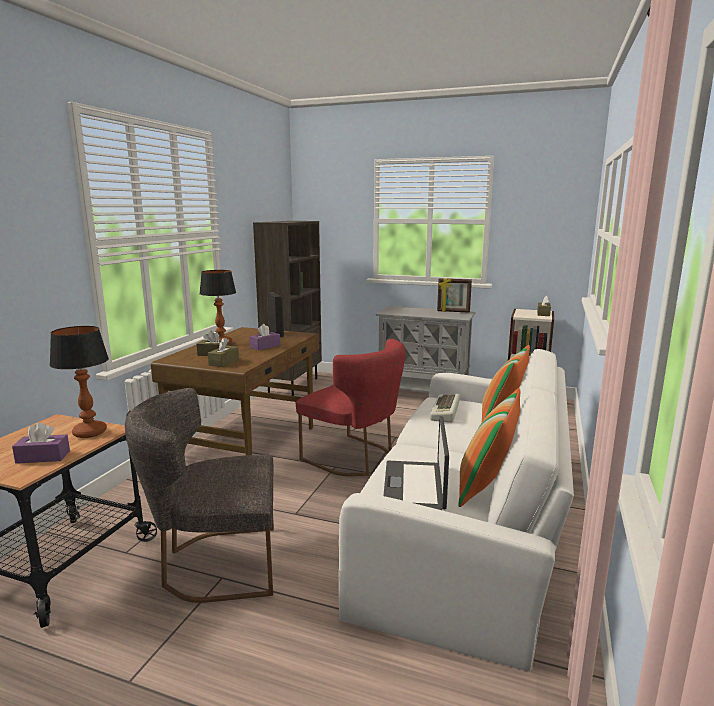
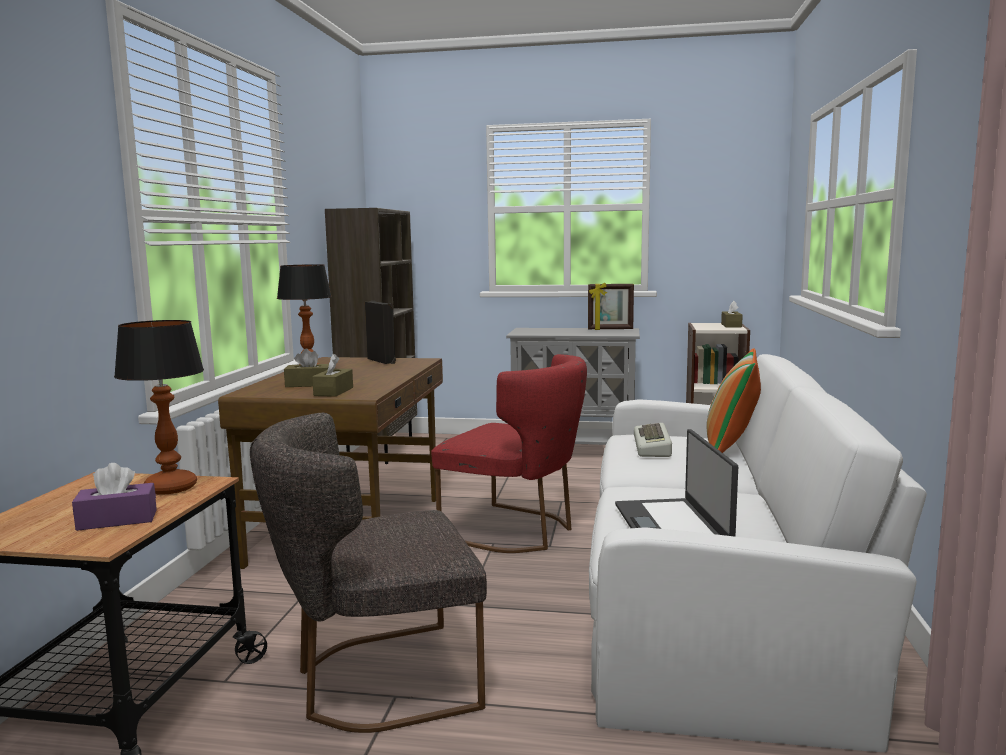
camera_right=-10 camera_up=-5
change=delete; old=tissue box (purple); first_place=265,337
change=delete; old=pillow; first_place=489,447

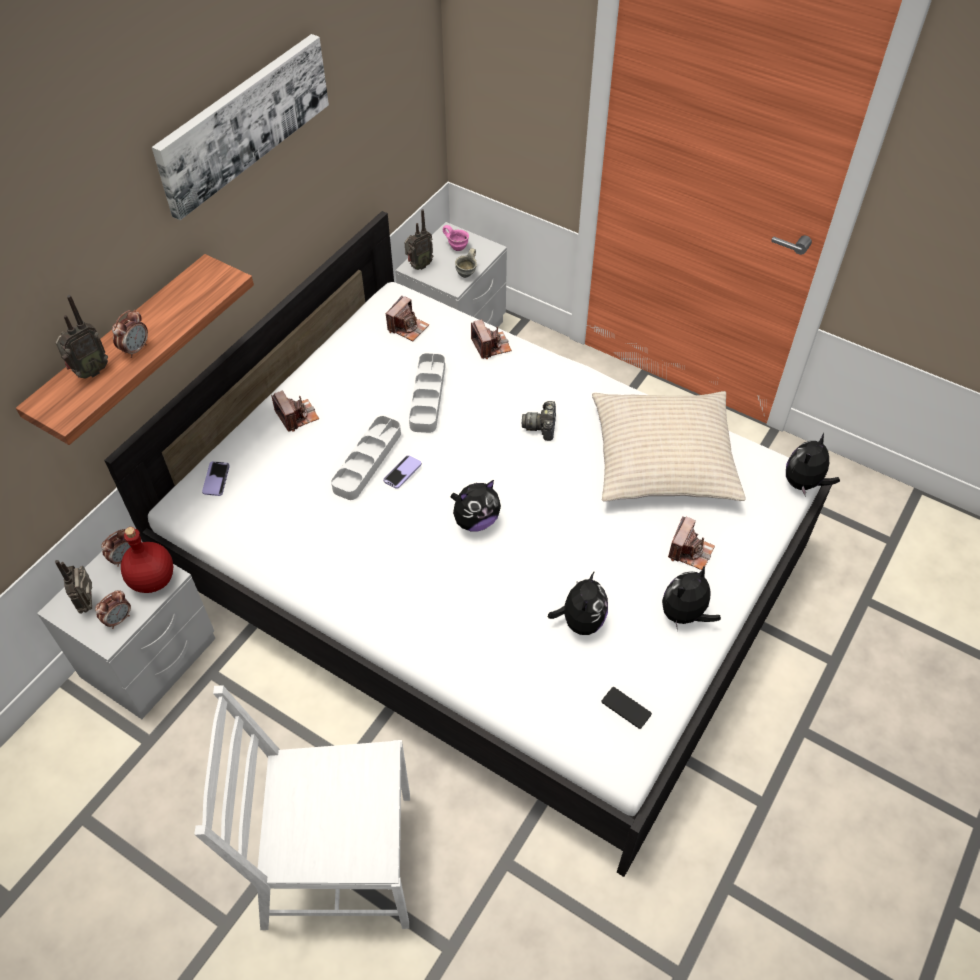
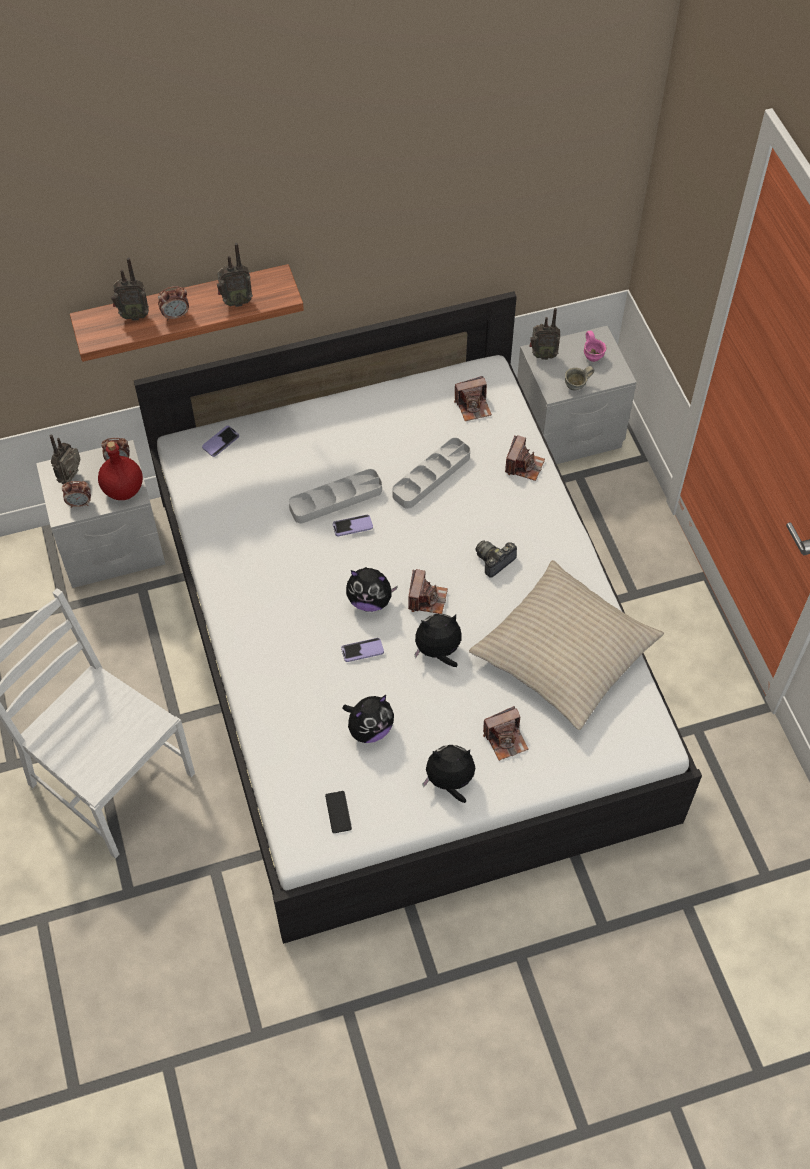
camera_right=40 camera_up=5
change=delete; old=picture; first_place=240,127
change=insert; new=radio; second_place=235,275
change=insert; new=phone; second_place=362,650
change=move; old=photo camera; first_place=295,411; second_place=428,591
change=move; old=plush toy; first_place=813,464; second_place=438,640

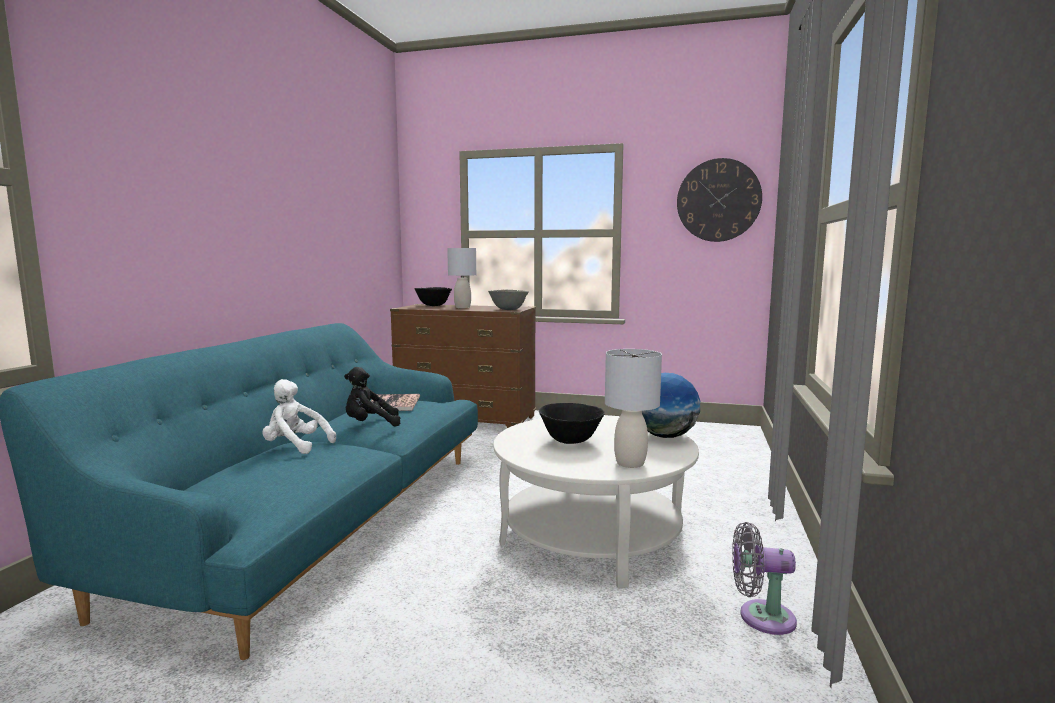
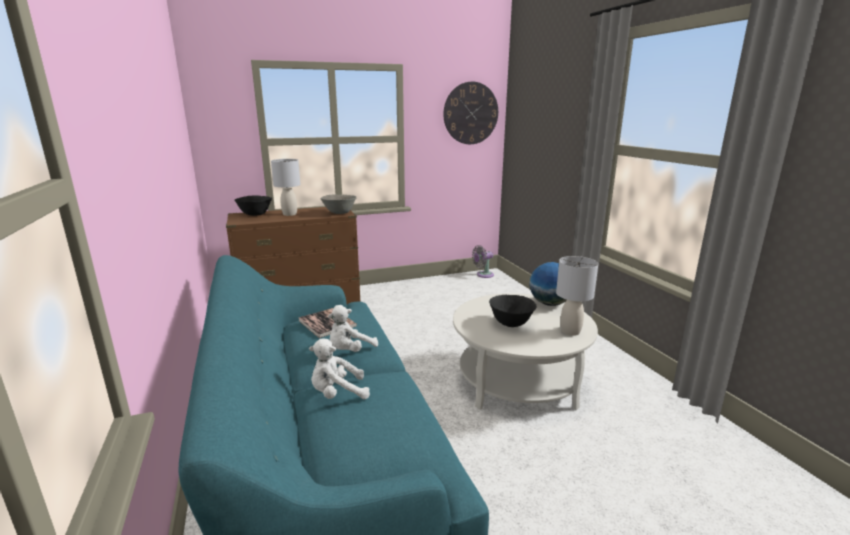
camera_right=-35 camera_up=10
change=move; old=fan (grey); first_place=764,578; second_place=483,261
change=recolor; old=plush toy (black); new=plush toy (white); first_place=372,397; second_place=353,328

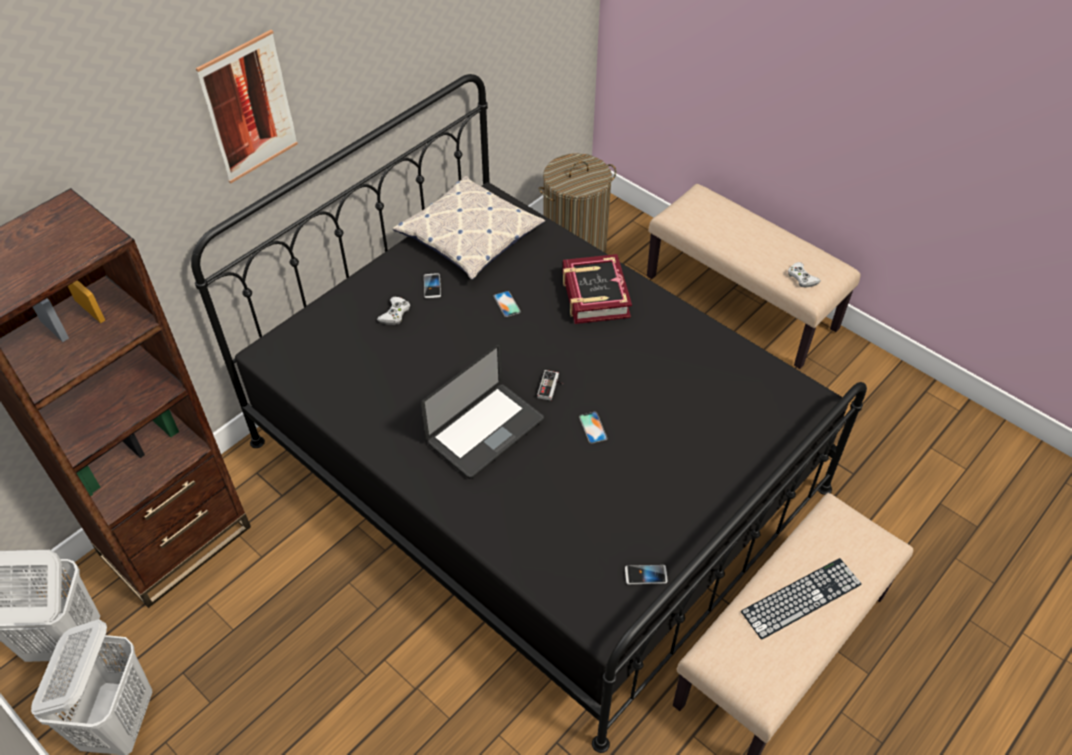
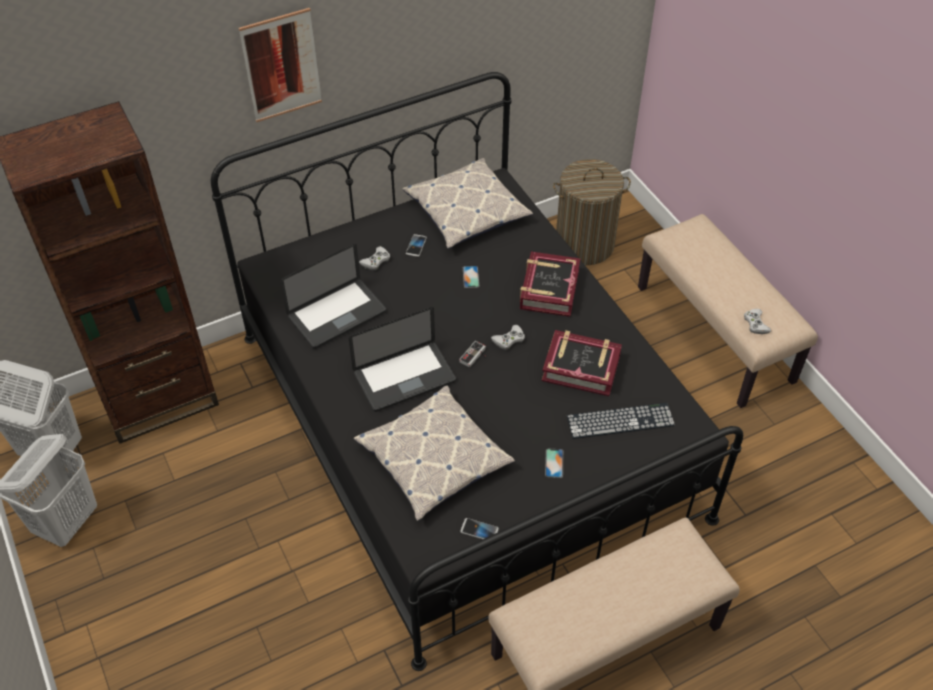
camera_right=20 camera_up=0
change=insert; new=laptop; second_place=333,296
change=insert; new=pillow; second_place=434,453
change=insert; new=game controller (white); second_place=508,337
change=insert; new=book; second_place=582,363
change=move; old=phone; first_place=593,428; second_place=554,463
change=move; old=keyboard; first_place=801,599; second_place=621,421

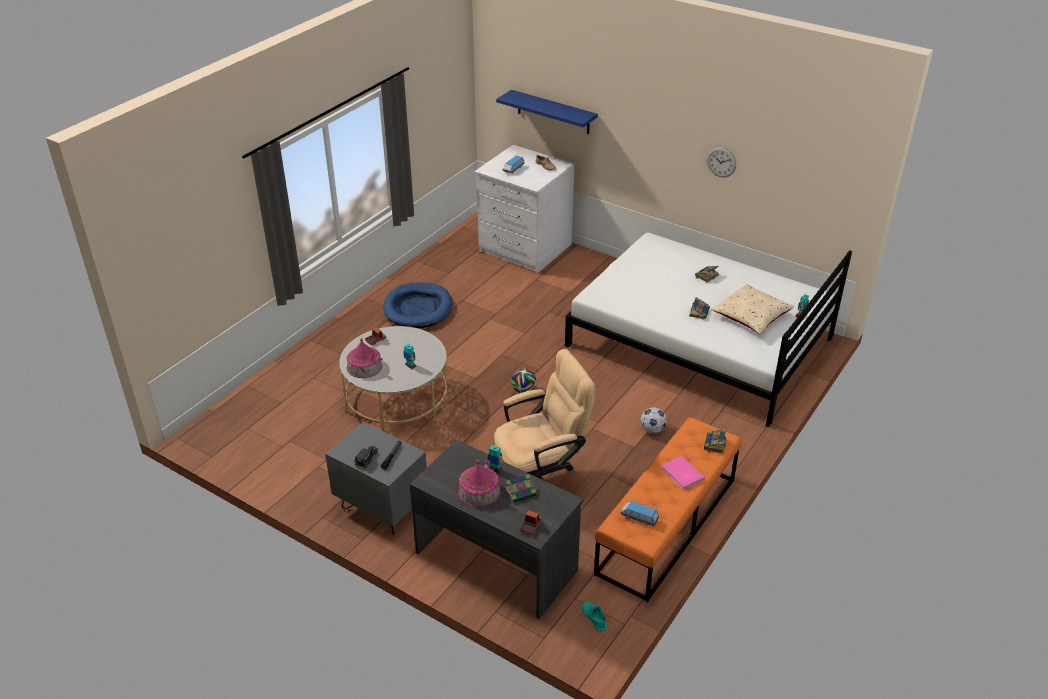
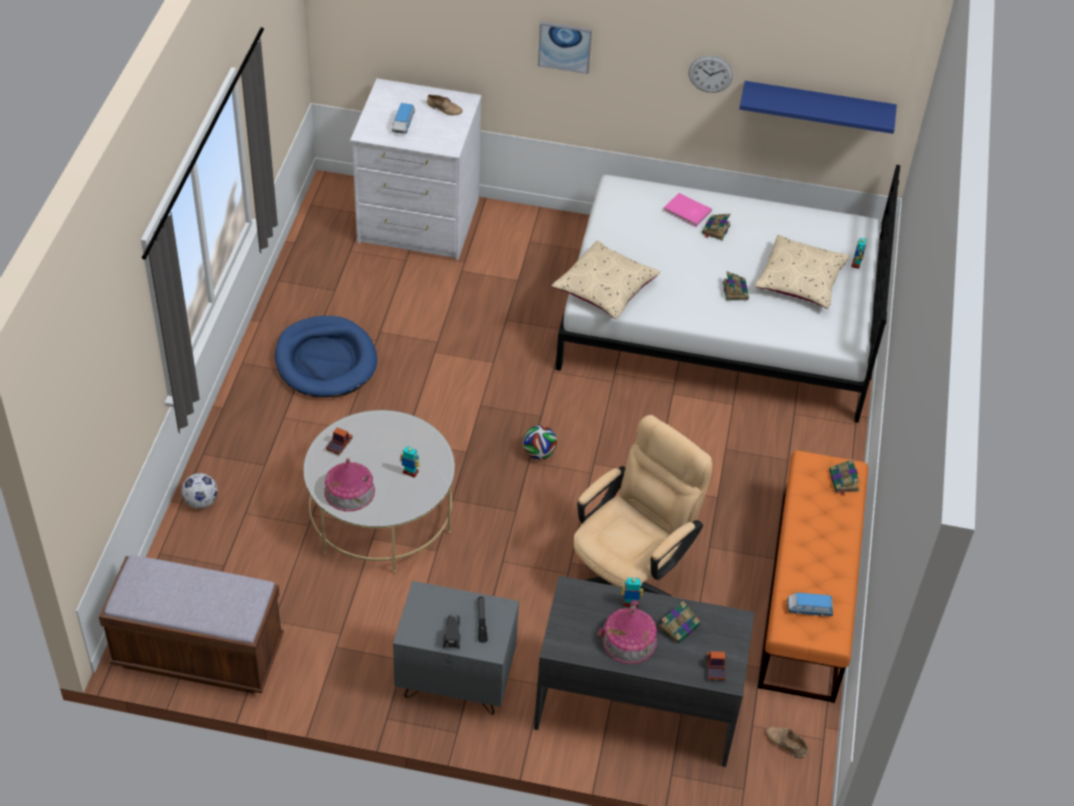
camera_right=-25 camera_up=10
change=insert; new=bench (brown); second_place=191,624
change=insert; new=picture; second_place=565,48
change=insert; new=pillow (beige); second_place=606,279
change=move; old=shelf (blue); first_place=547,112; second_place=818,107
change=move; old=football; first_place=653,420; second_place=199,491
change=move; old=book (pink); first_place=683,473; second_place=687,210
change=recolor; old=shoe (turquoise); new=shoe (beige); first_place=594,616; second_place=787,742

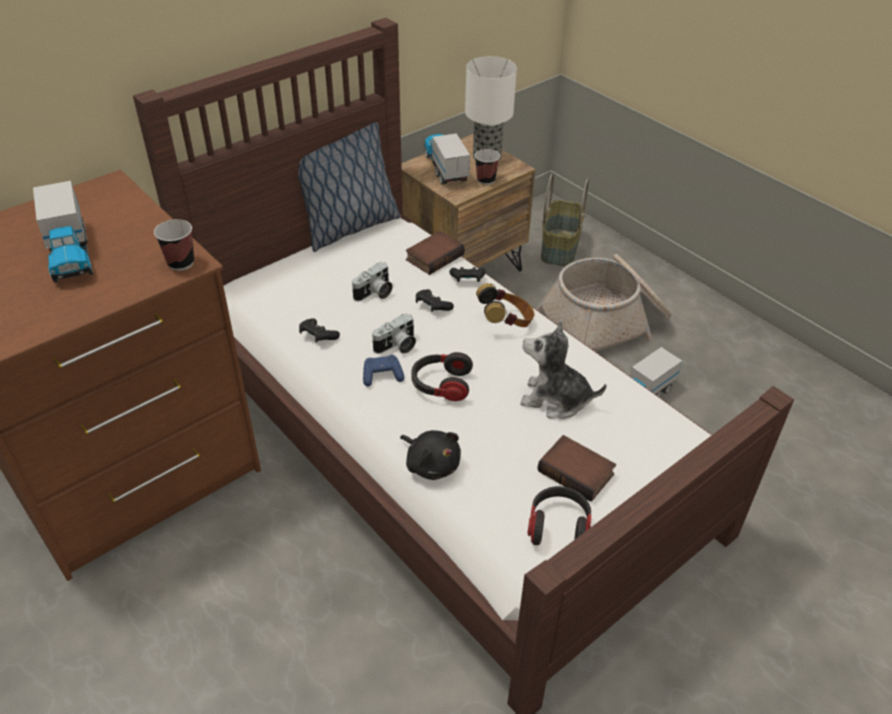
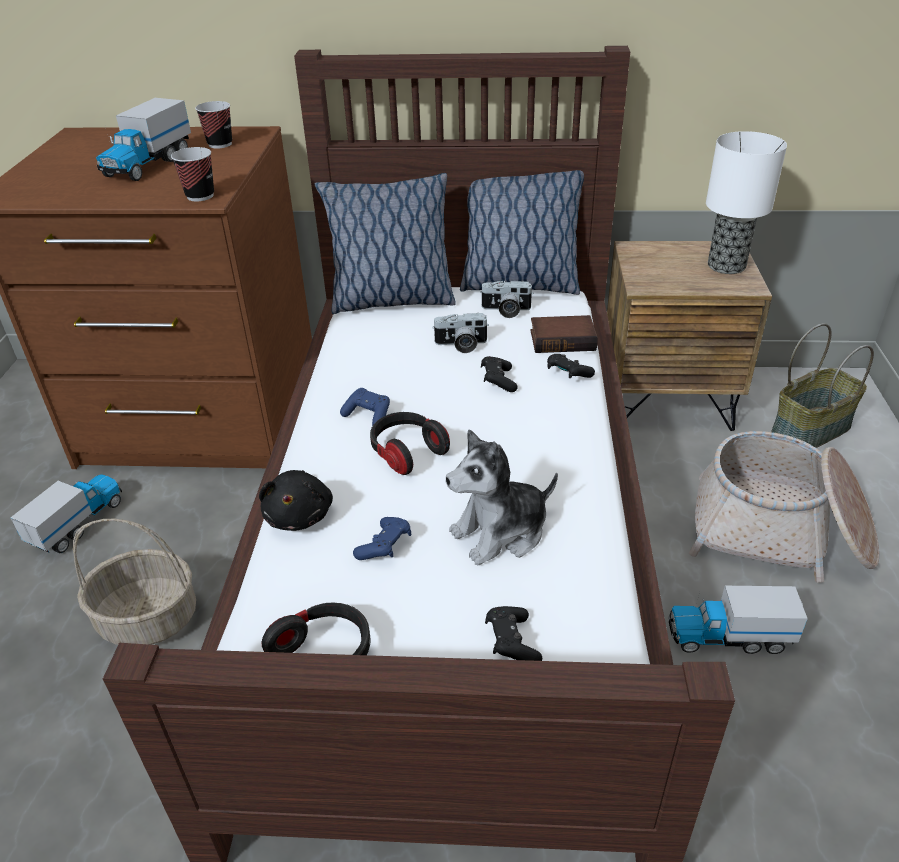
camera_right=45 camera_up=-5
change=delete; old=headphones; first_place=505,305
change=delete; old=book; first_place=577,468
change=insert; new=basket; second_place=134,582
change=insert; new=pillow; second_place=385,243
change=insert; new=game controller (blue); second_place=382,538
change=move; old=game controller (black); first_place=319,330; second_place=513,633
change=move; old=photo camera; first_place=394,333; second_place=507,299
change=move; old=toy truck; first_place=447,159; second_place=66,513
change=move; old=cup; first_place=487,167; second_place=213,125
change=rotate; old=plush toy; first_place=563,370; second_place=502,497; degrees=-90

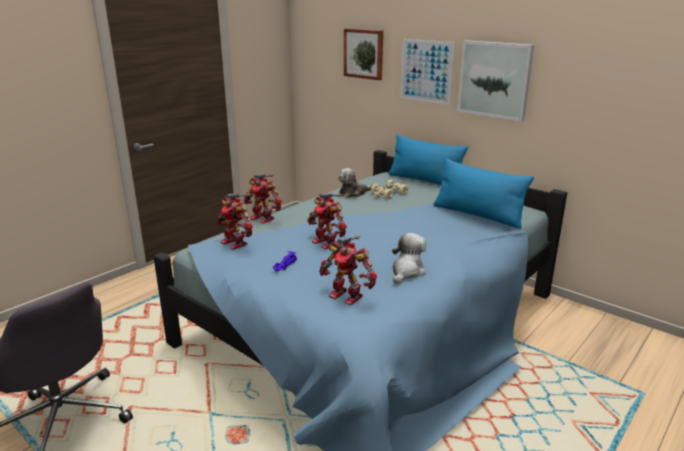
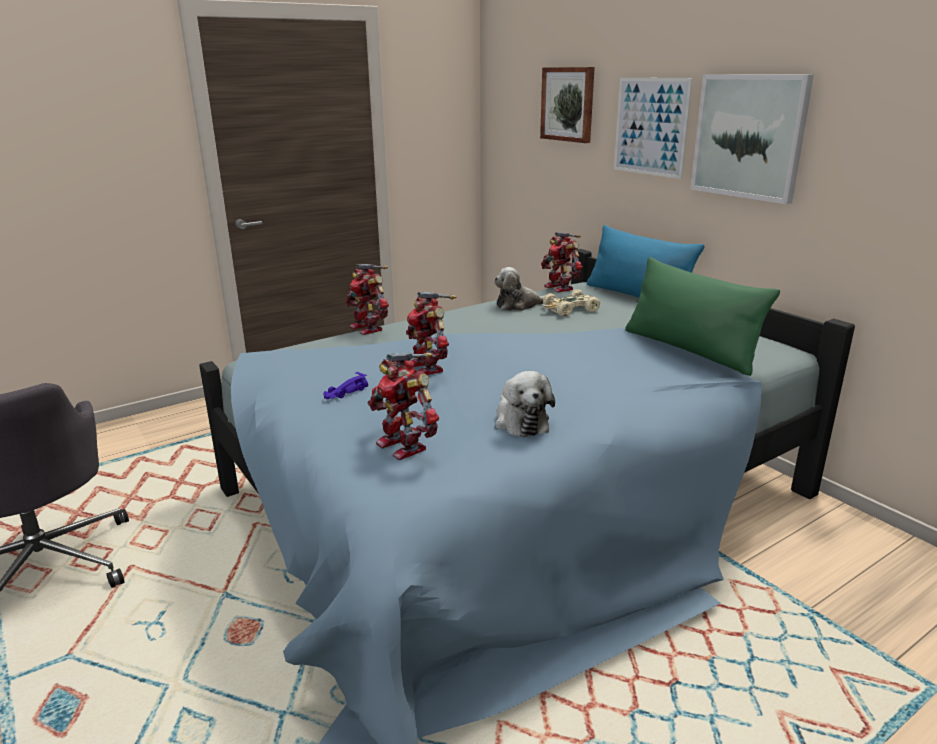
camera_right=15 camera_up=0
change=move; old=toy robot; first_place=234,222; second_place=562,262
change=recolor; old=pillow (blue); new=pillow (green); first_place=484,193; second_place=702,316
change=rotate; old=plush toy; first_place=409,258; second_place=525,404; degrees=120

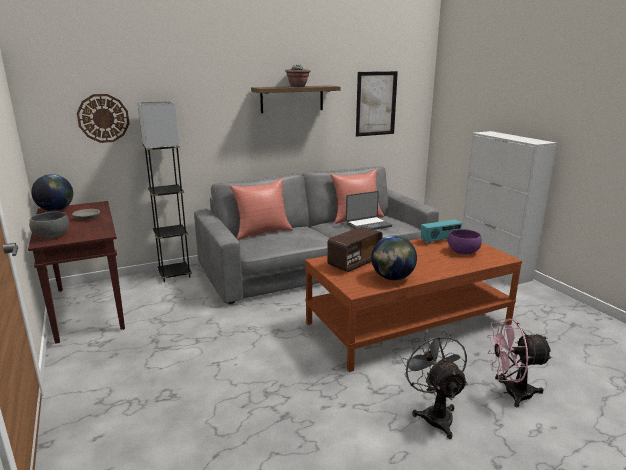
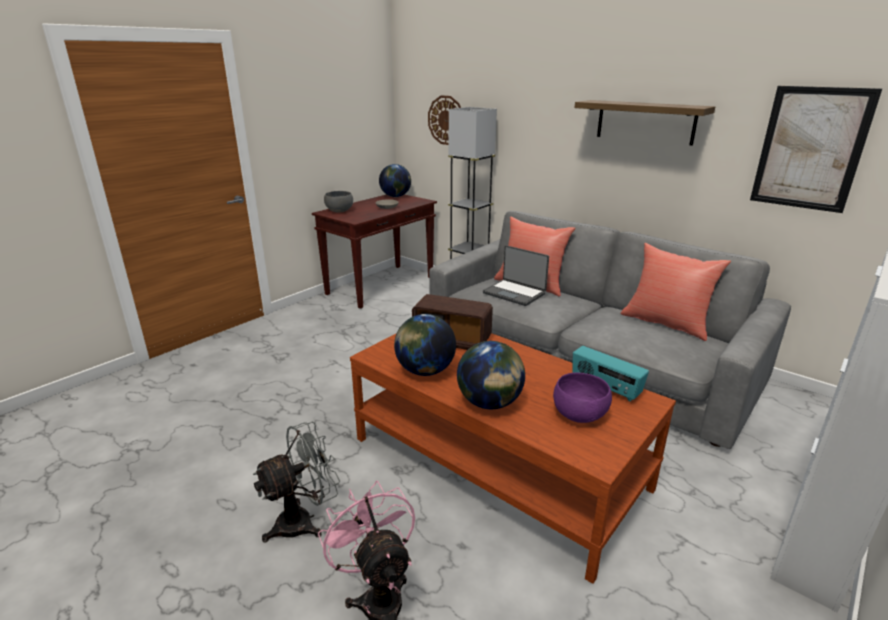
camera_right=65 camera_up=5
change=delete; old=potted plant; first_place=298,76
change=insert; new=globe; second_place=491,375
change=move; old=laptop; first_place=369,210; second_place=516,275

